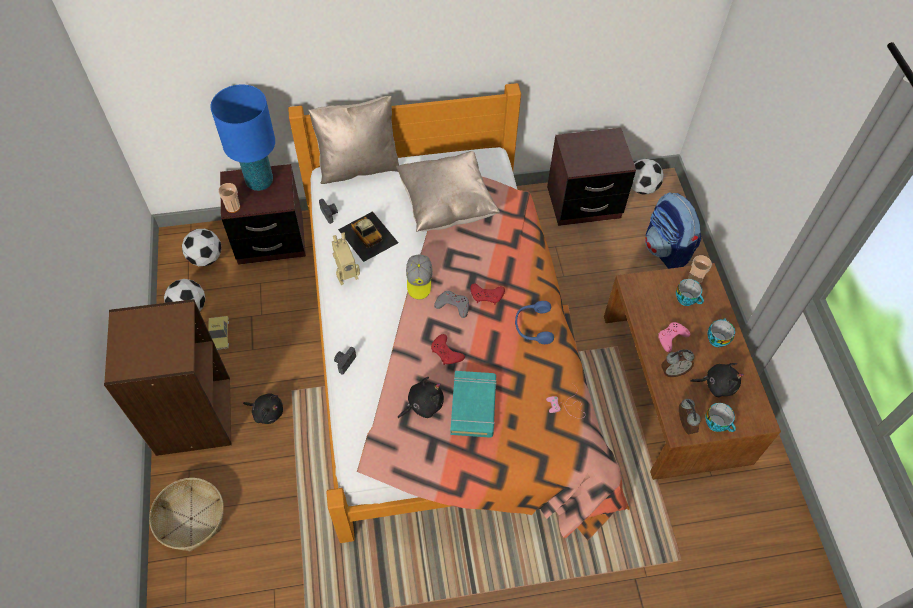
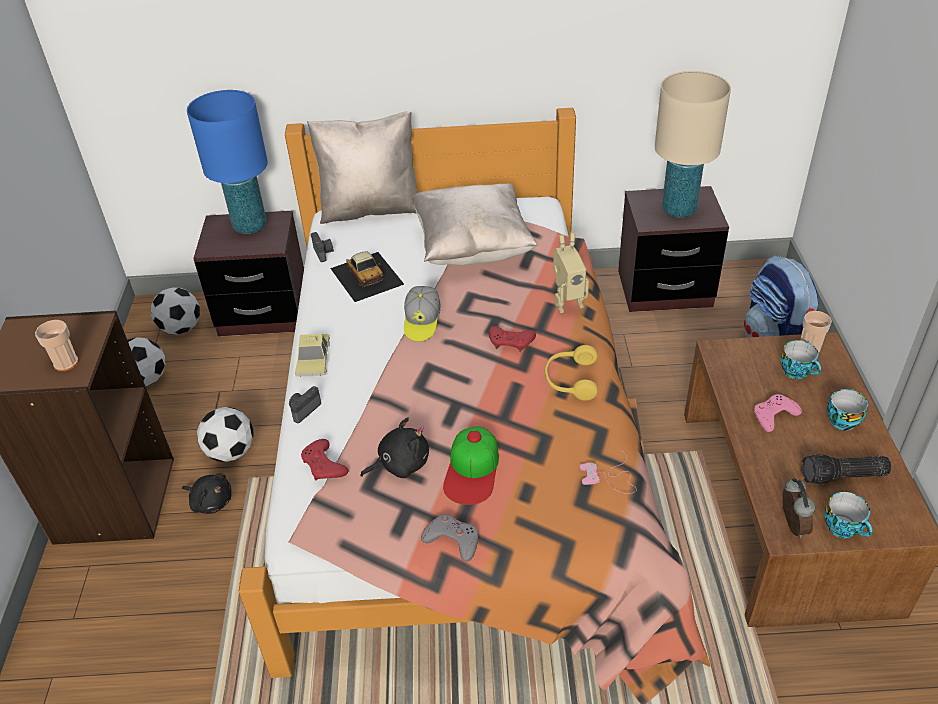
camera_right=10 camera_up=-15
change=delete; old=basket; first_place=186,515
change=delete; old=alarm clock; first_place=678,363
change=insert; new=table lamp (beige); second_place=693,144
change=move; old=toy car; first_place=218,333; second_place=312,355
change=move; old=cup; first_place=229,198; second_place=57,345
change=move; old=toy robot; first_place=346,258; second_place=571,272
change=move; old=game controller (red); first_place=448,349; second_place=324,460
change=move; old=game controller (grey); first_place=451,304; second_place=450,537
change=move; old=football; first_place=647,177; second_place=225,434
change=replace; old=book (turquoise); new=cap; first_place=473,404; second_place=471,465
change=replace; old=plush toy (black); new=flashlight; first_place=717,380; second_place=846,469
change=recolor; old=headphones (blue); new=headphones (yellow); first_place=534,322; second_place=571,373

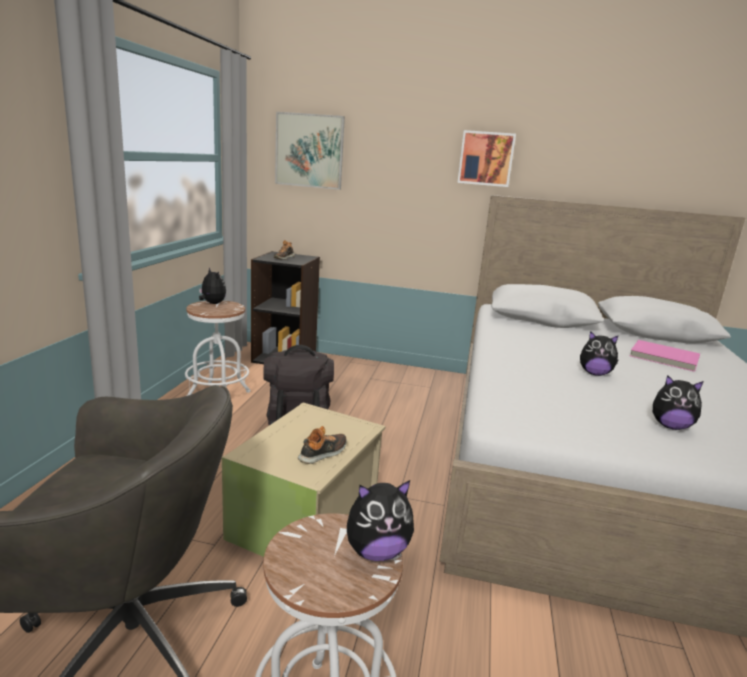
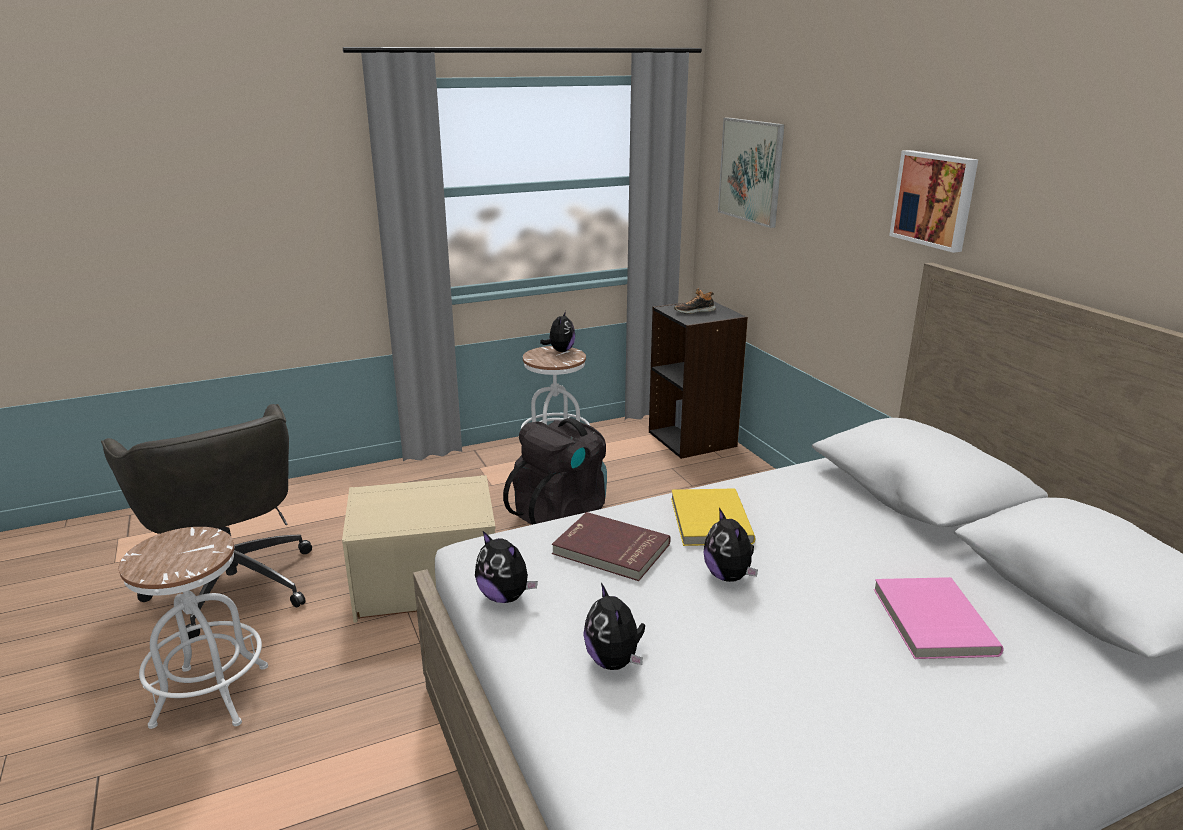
camera_right=55 camera_up=5
change=delete; old=shoe; first_place=322,445
change=insert; new=book (red); second_place=611,546
change=insert; new=book (yellow); second_place=713,517
change=move; old=plush toy; first_place=380,520; second_place=506,567

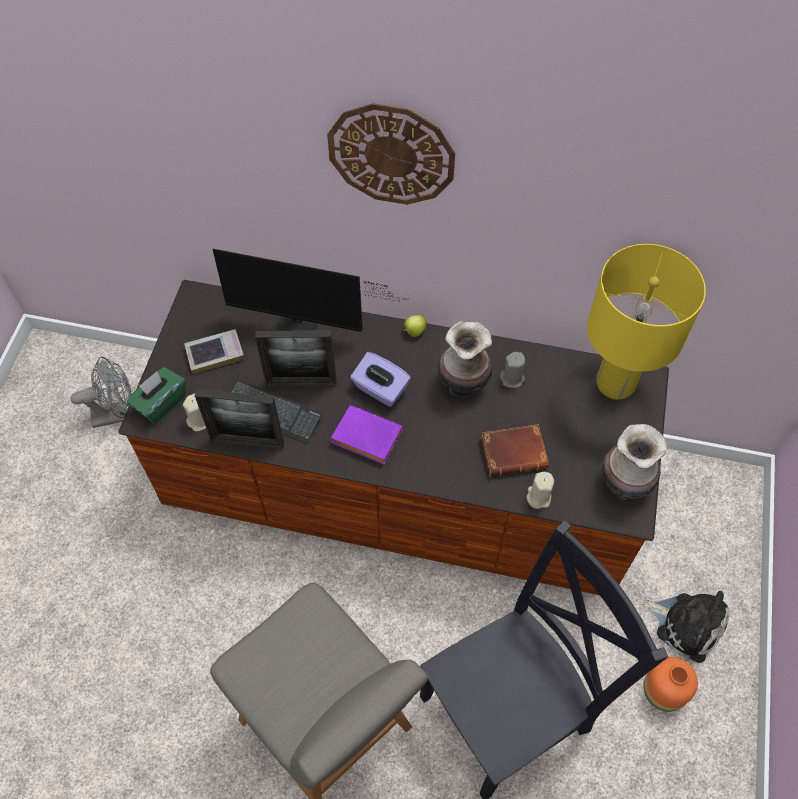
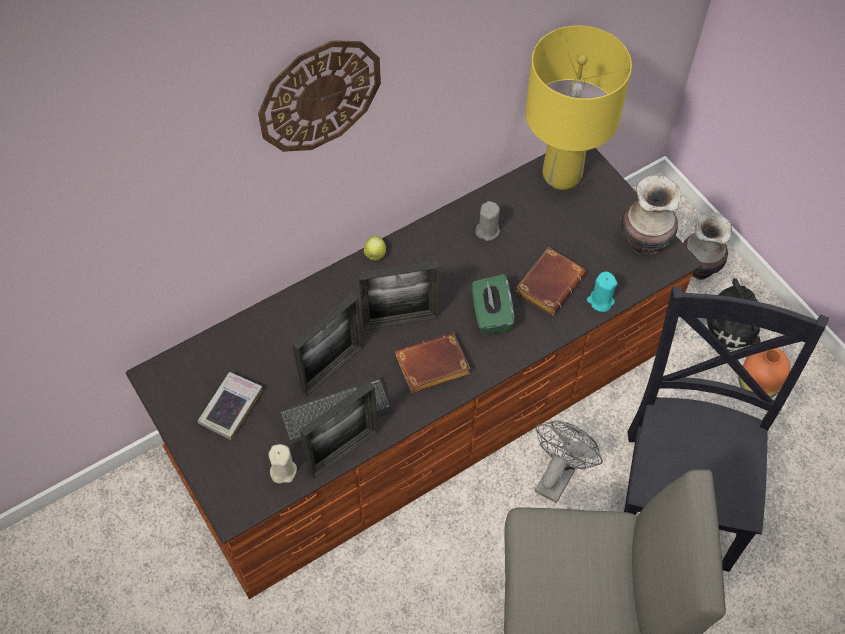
camera_right=-45 camera_up=0
change=delete; old=monitor; first_place=310,290
change=move; old=fan (grey); first_place=101,392; second_place=569,461
change=move; old=tissue box (green); first_place=156,395; second_place=493,304
change=move; old=vase; first_place=465,359; second_place=707,246
change=replace; old=tissue box (purple); new=picture frame; first_place=381,379; second_place=398,295
change=recolor; old=book (purple); new=book (brown); first_place=367,435; second_place=432,363
change=recolor; old=candle (beige); new=candle (turquoise); first_place=540,490; second_place=602,292

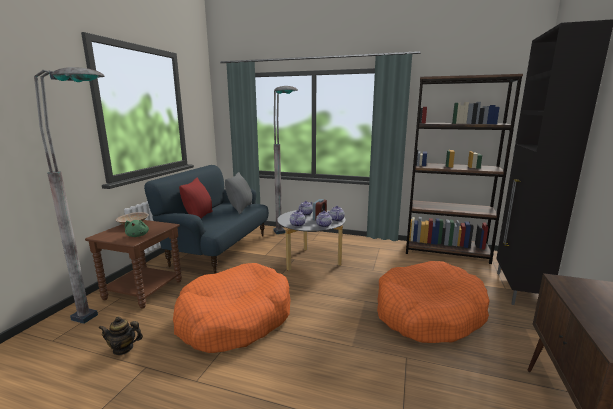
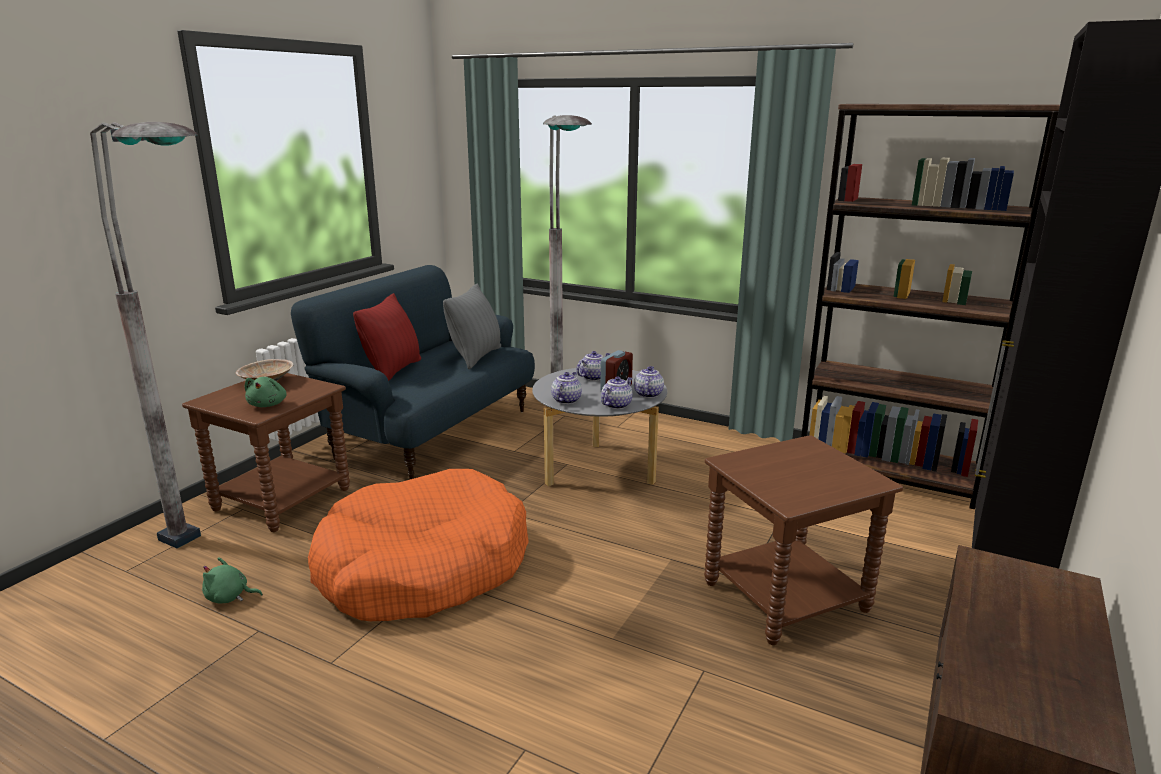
camera_right=10 camera_up=5
change=replace; old=teapot; new=plush toy (green); first_place=121,335; second_place=232,580
change=replace; old=dog bed (orange); new=side table (brown); first_place=433,302; second_place=803,540

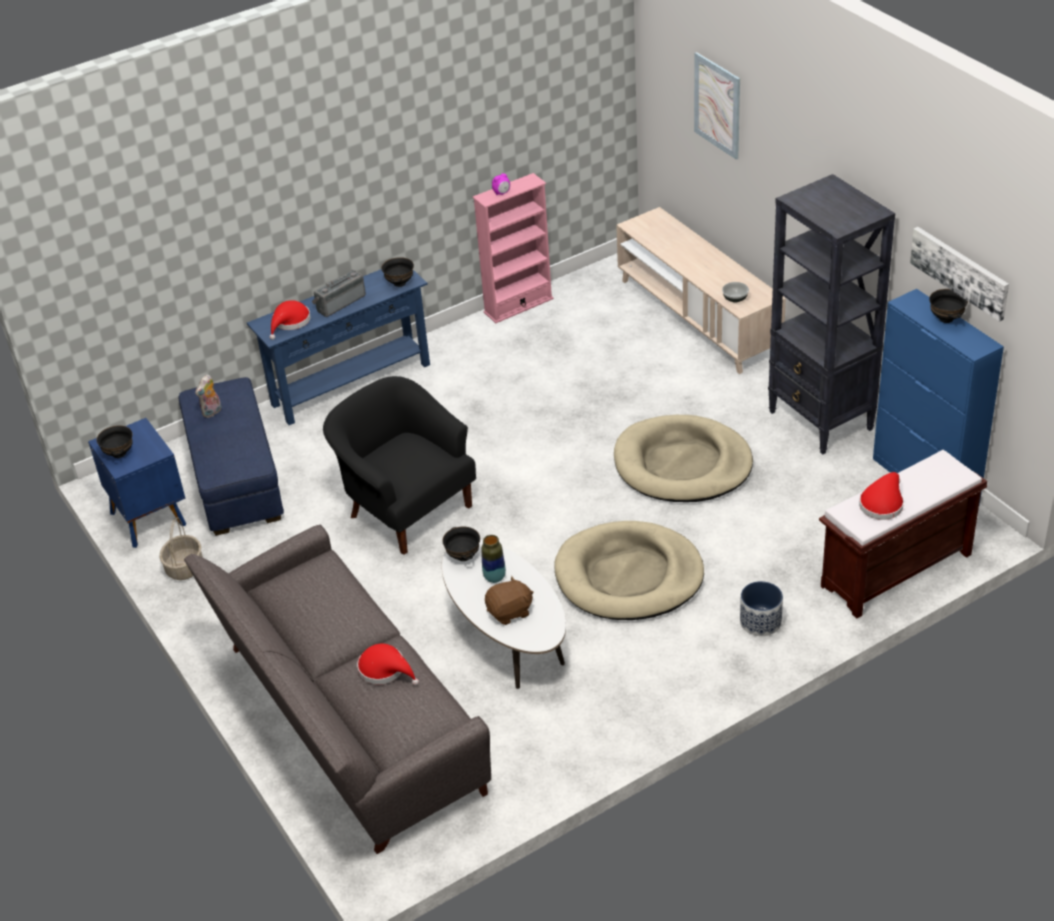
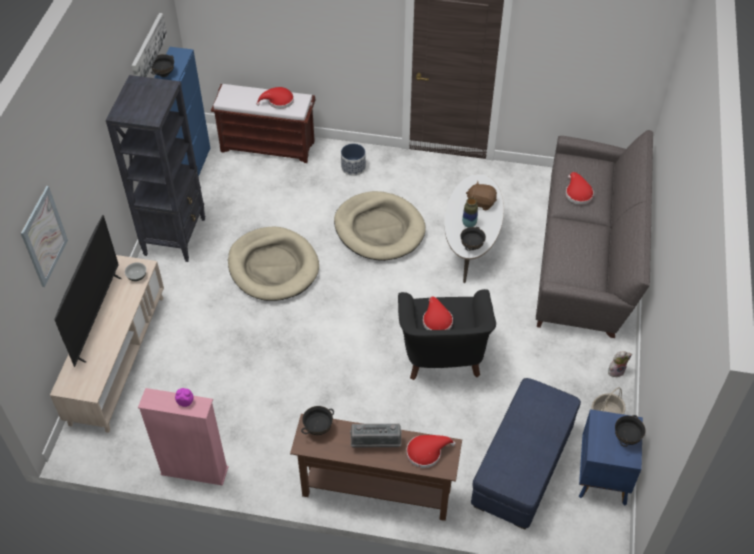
camera_right=-140 camera_up=10
change=insert; new=television; second_place=88,291
change=insert; new=hat (red); second_place=438,313
change=move; old=plush toy; first_place=208,396; second_place=620,364
change=recolor; old=console table (blue); new=console table (brown); first_place=338,347; second_place=376,467

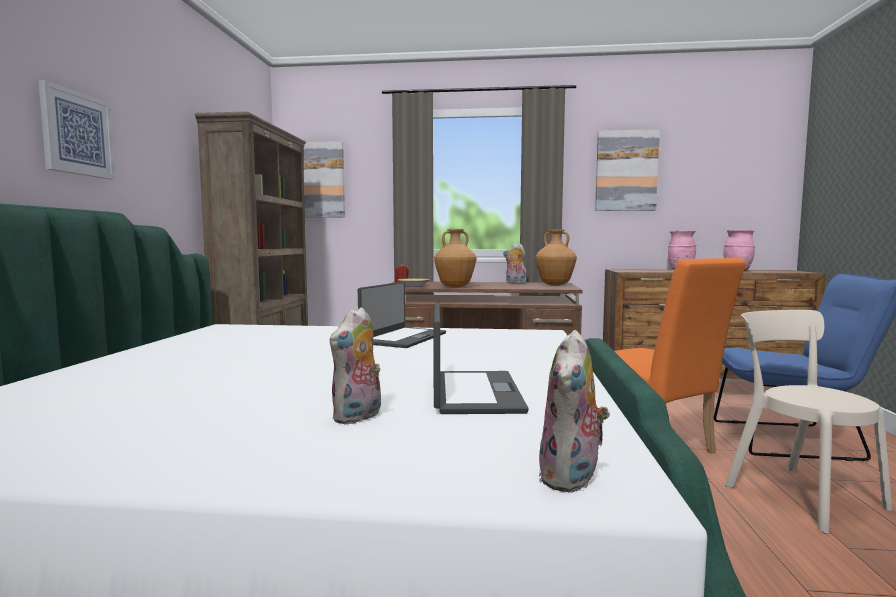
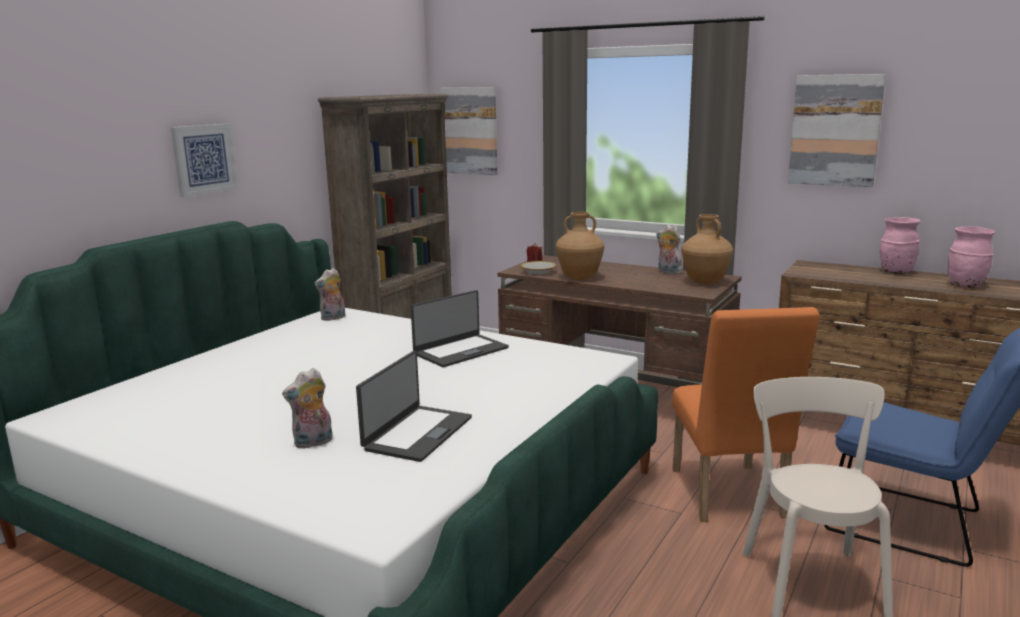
camera_right=25 camera_up=10
change=move; old=plush toy; first_place=574,411; second_place=329,294

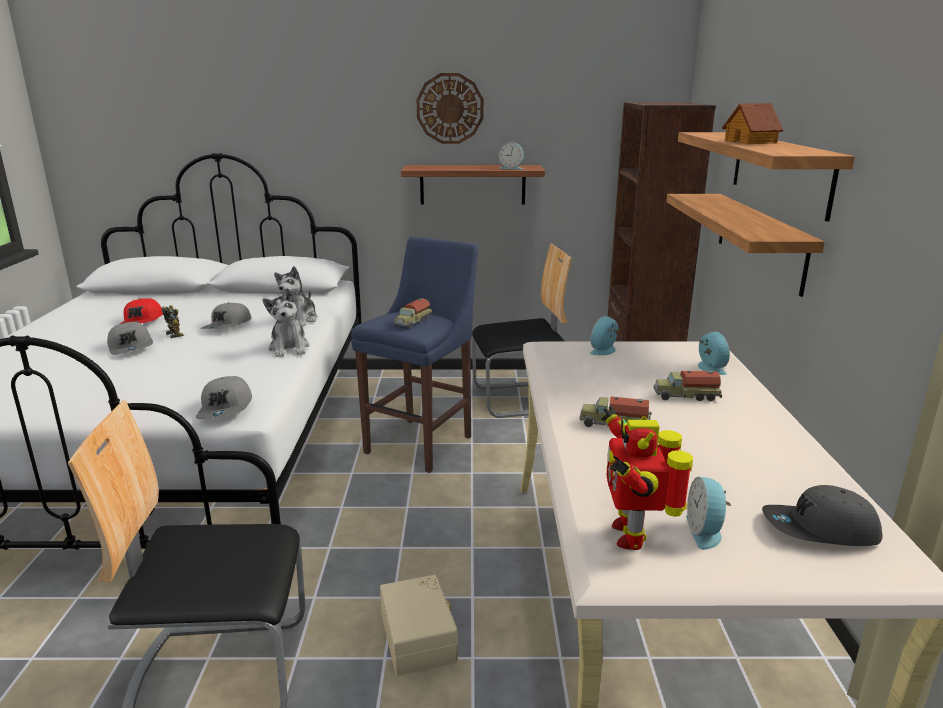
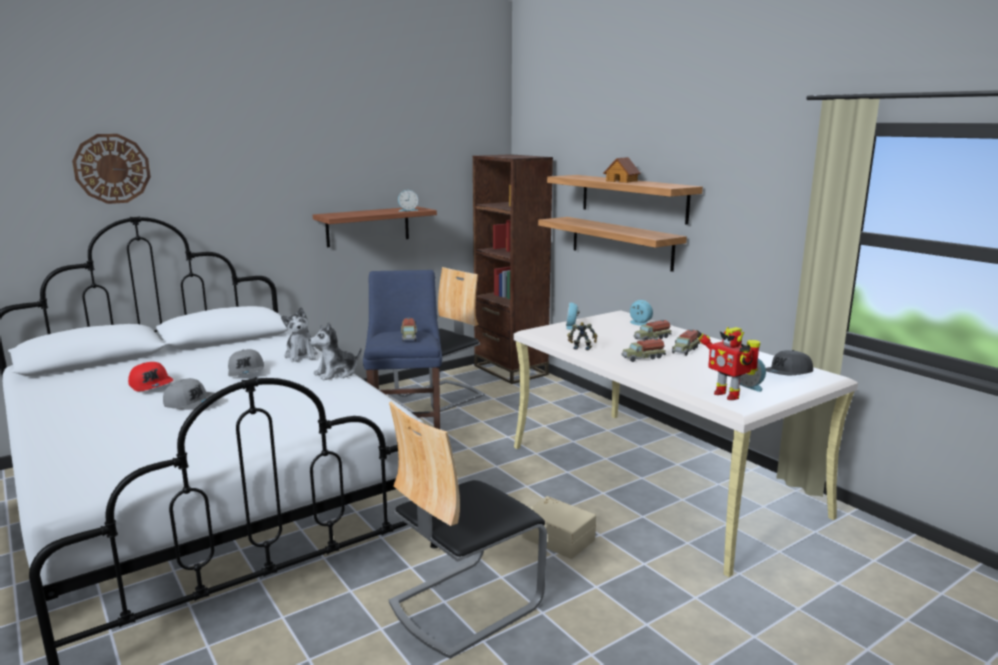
camera_right=-35 camera_up=-5
change=delete; old=cap (grey); first_place=224,397
change=insert; new=toy truck; second_place=686,342
change=move; old=toy robot; first_place=172,321; second_place=582,336
change=move; old=wall clock; first_place=450,108; second_place=111,169
change=rotate; old=plush toy; first_place=286,322; second_place=335,351; degrees=105

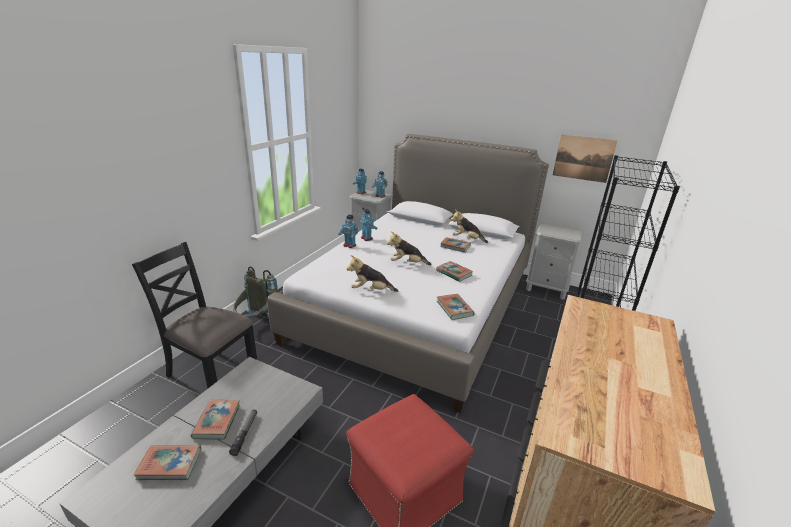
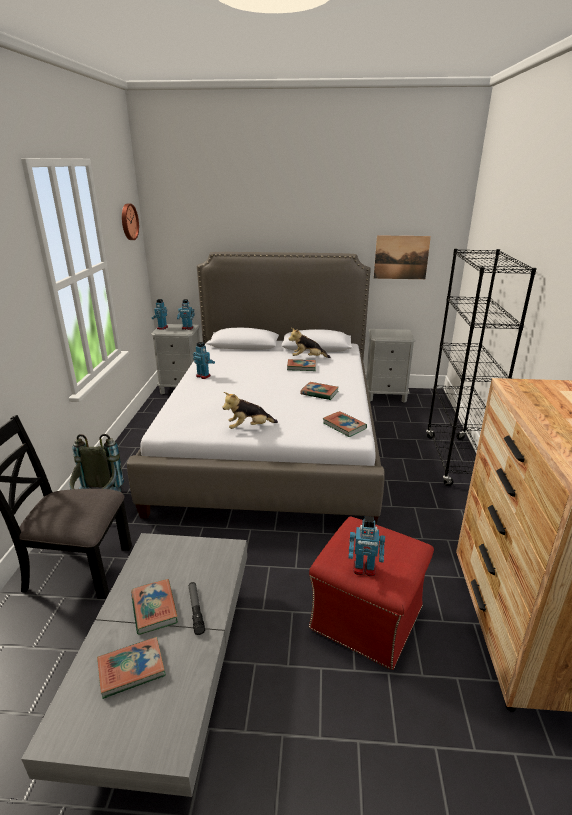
camera_right=-20 camera_up=0
change=delete; old=plush toy; first_place=409,248
change=insert; new=wall clock; second_place=130,222
change=move; old=toy robot; first_place=348,231; second_place=366,546

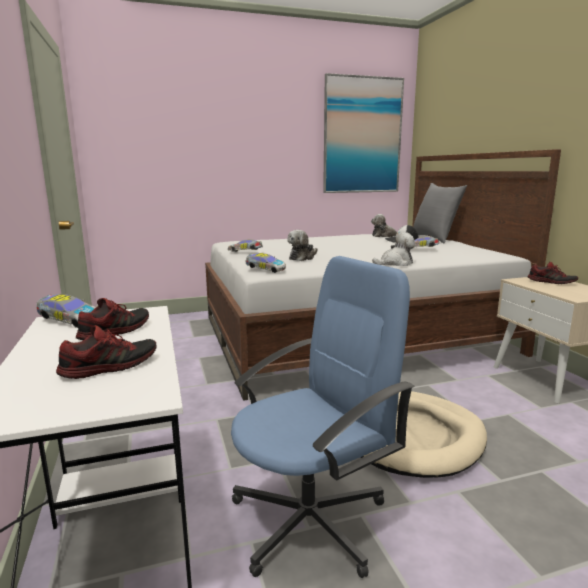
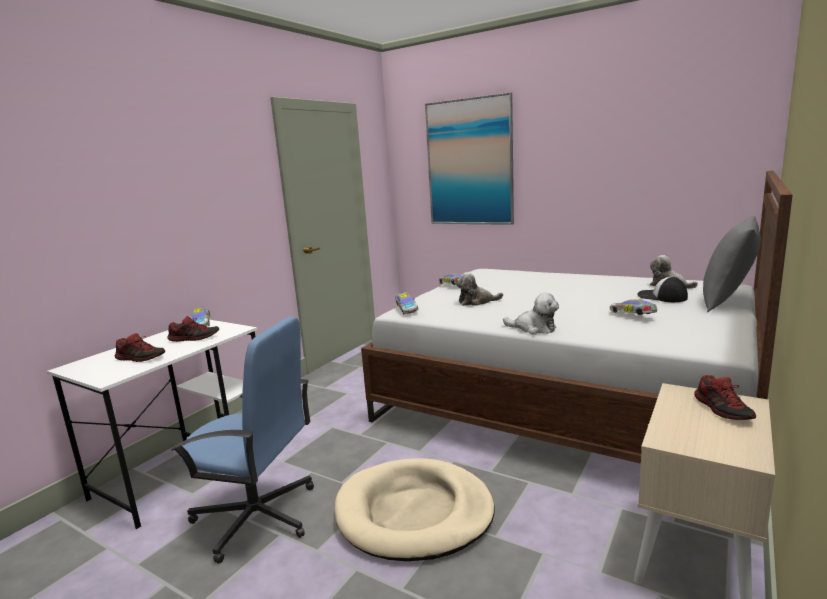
camera_right=50 camera_up=0
change=move; old=picture; first_place=363,133; second_place=469,158

